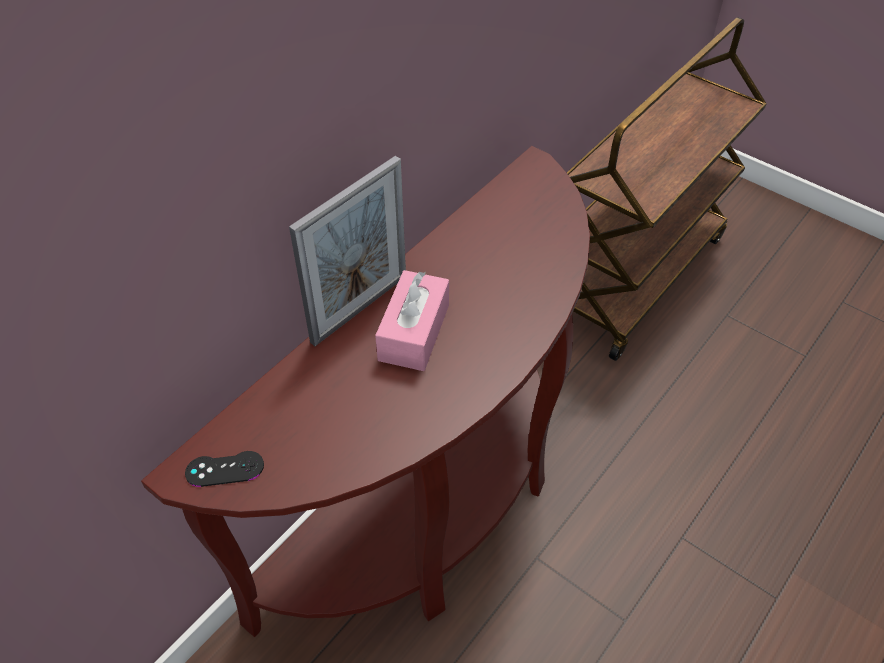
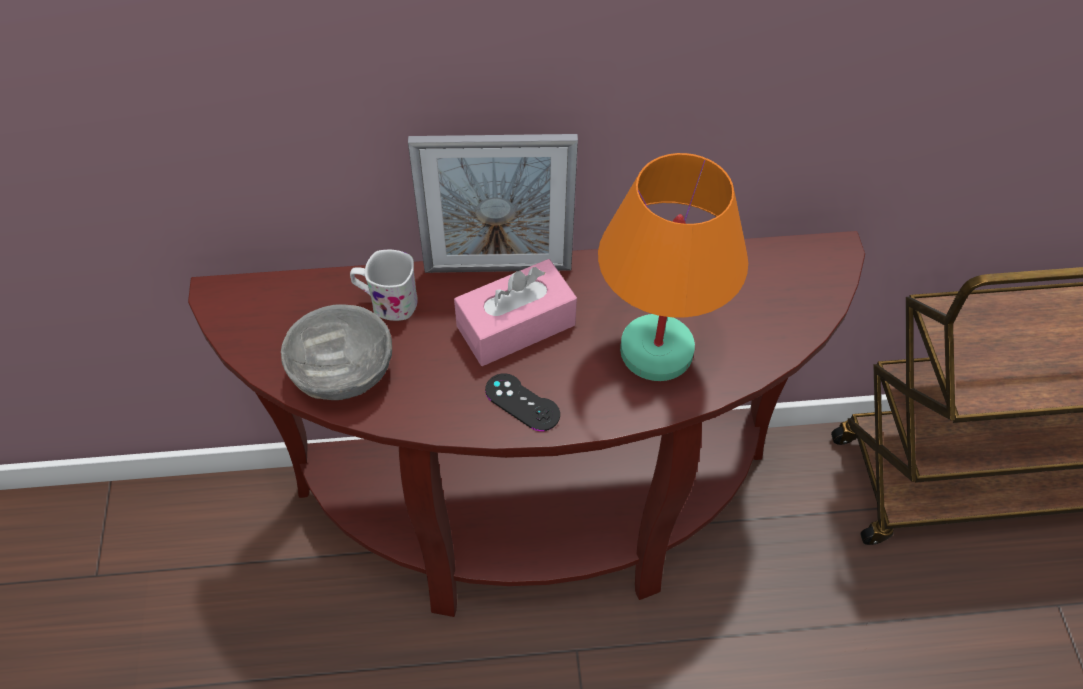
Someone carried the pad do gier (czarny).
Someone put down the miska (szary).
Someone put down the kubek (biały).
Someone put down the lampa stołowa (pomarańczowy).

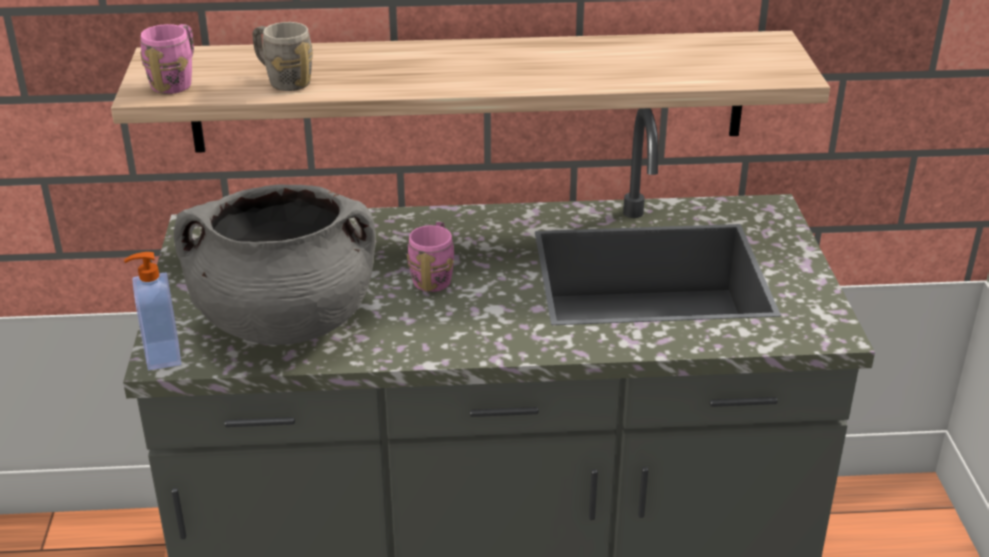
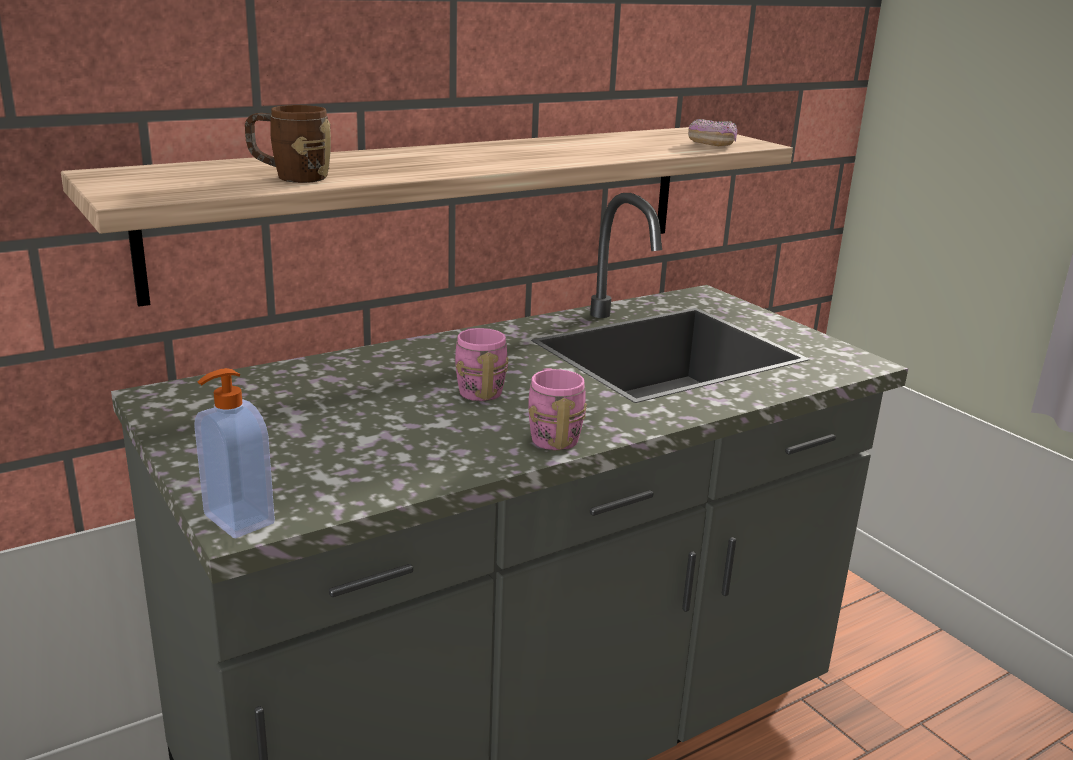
Someone carried the kubek (różowy) (1st from left in the first image).
Someone took away the garnek (szary).
Someone repainted the kubek (szary), which became the kubek (brązowy).
Someone put down the donut.

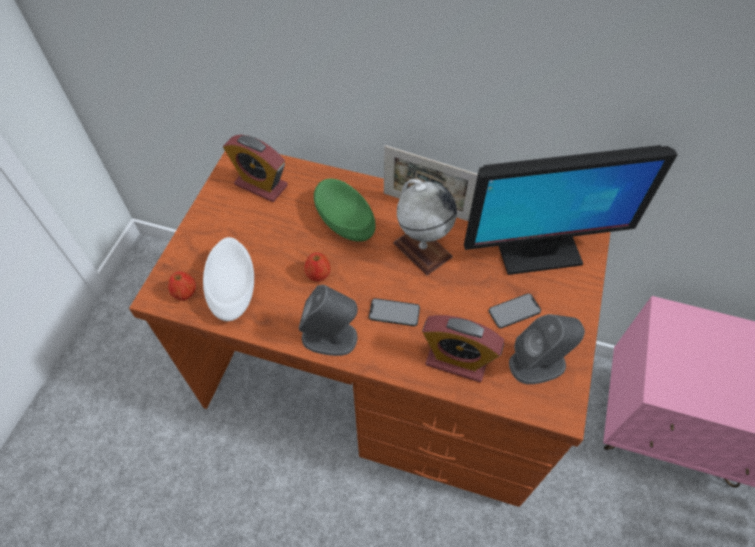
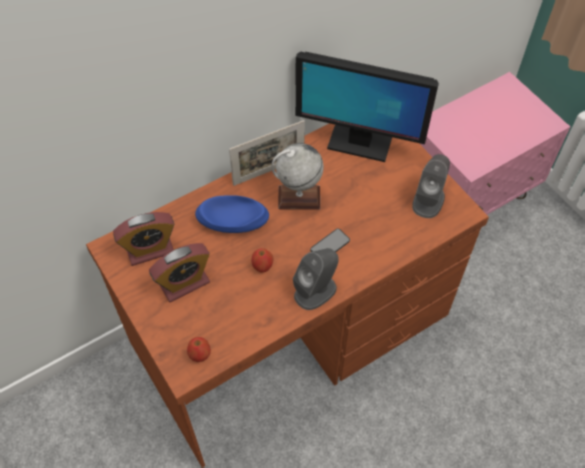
Someone took away the miska (biały).
Someone repainted the miska (zielony), which became the miska (niebieski).
Someone carried the budzik (2nd from left).
Someone rotated the monitor by 75 degrees clockwise.
Someone took away the telefon (2nd from left).

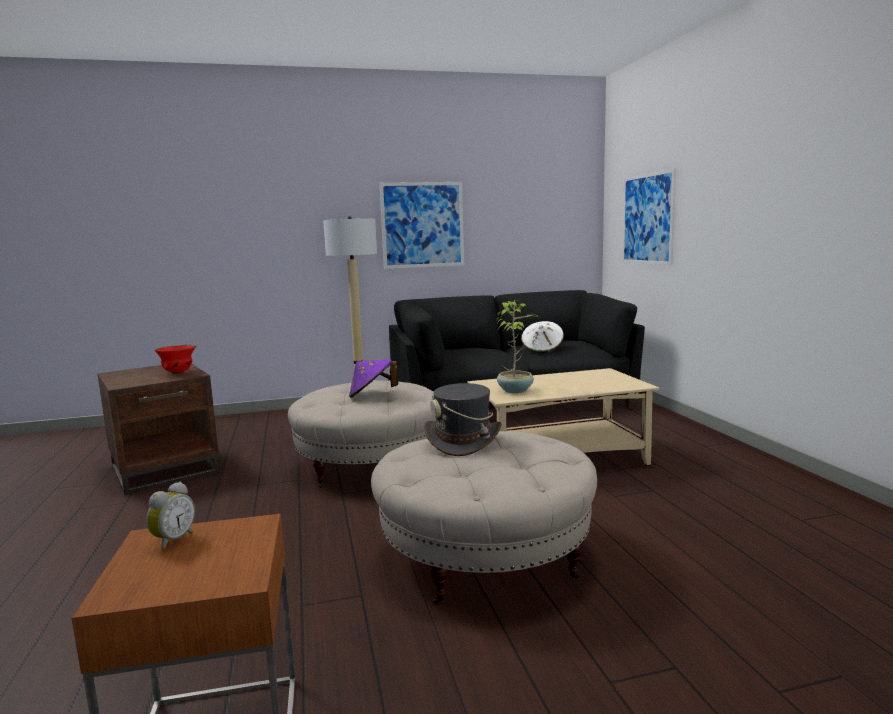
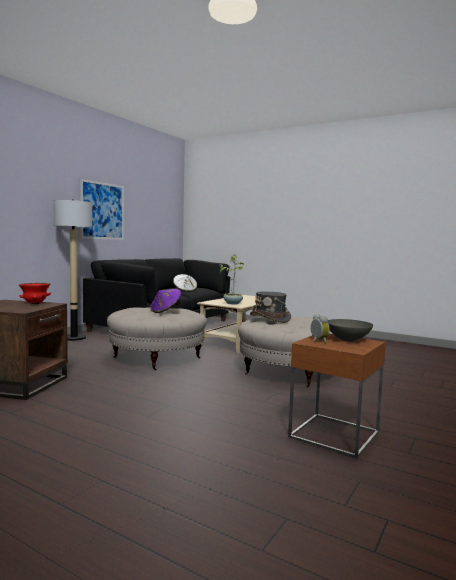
Someone took away the obraz (2nd from left).
Someone put down the miska (szary).

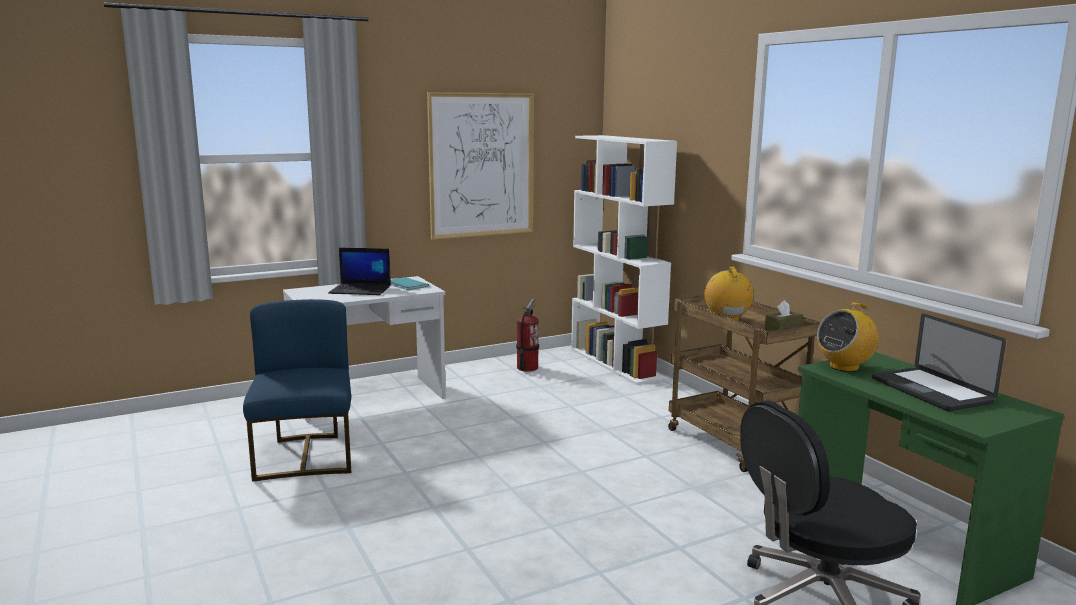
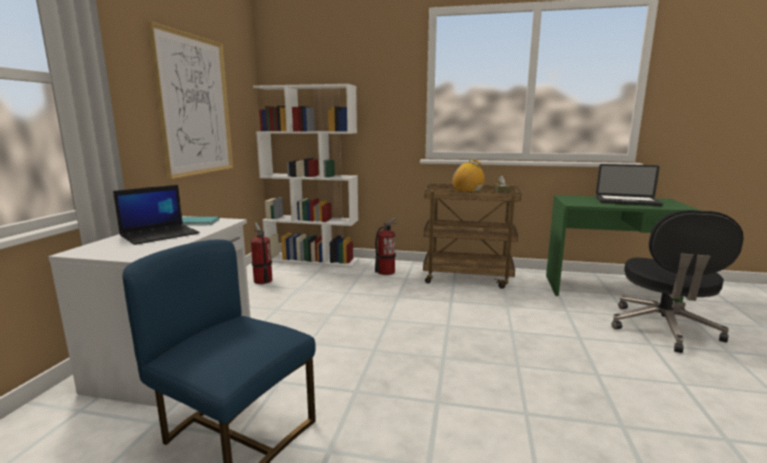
Someone took away the radio (2nd from left).
Someone put down the gaśnica (2nd from left).

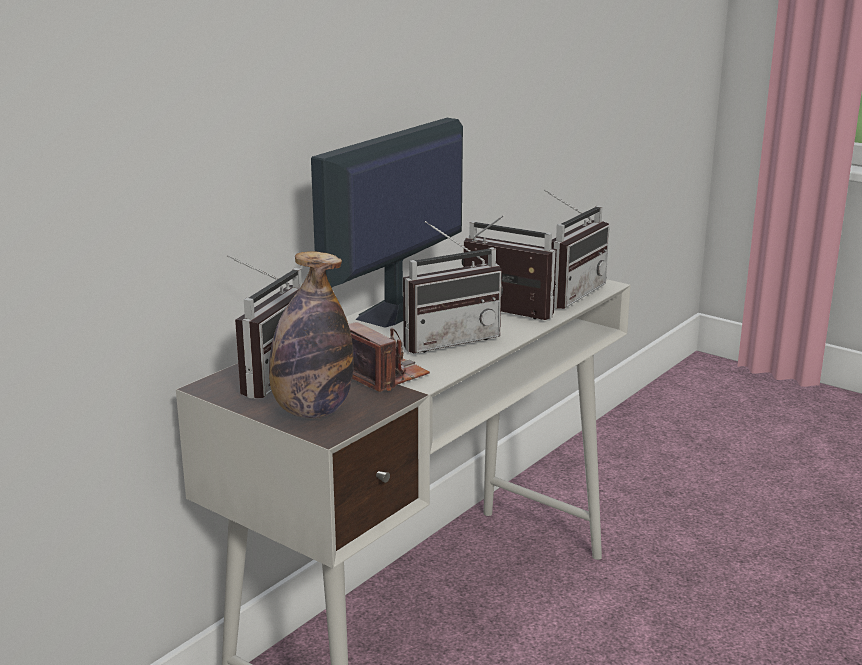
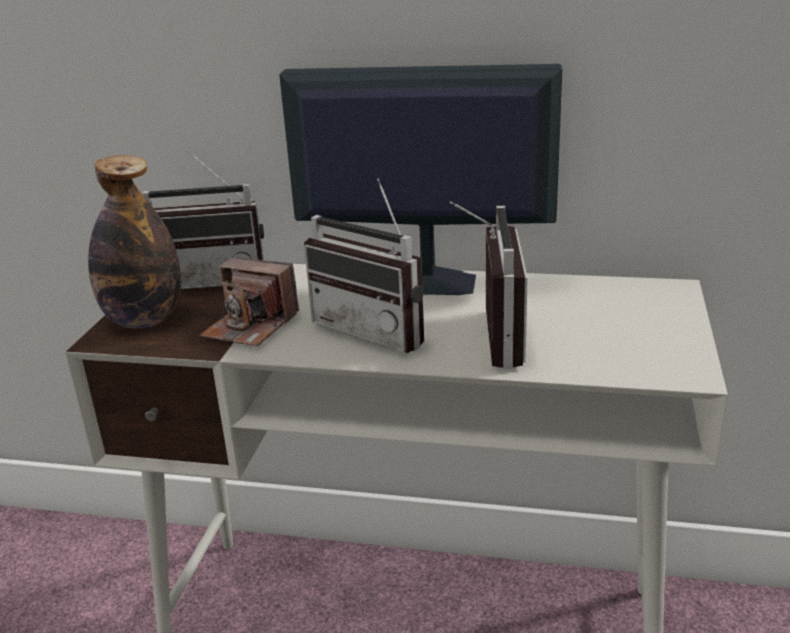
Someone rotated the aparat fotograficzny by 90 degrees clockwise.
Someone took away the radio (4th from left).

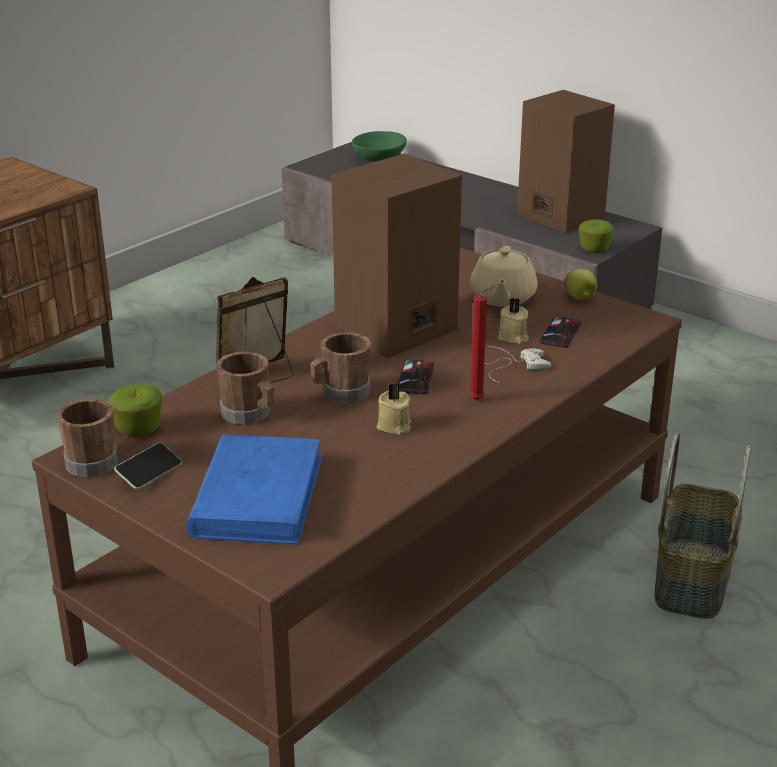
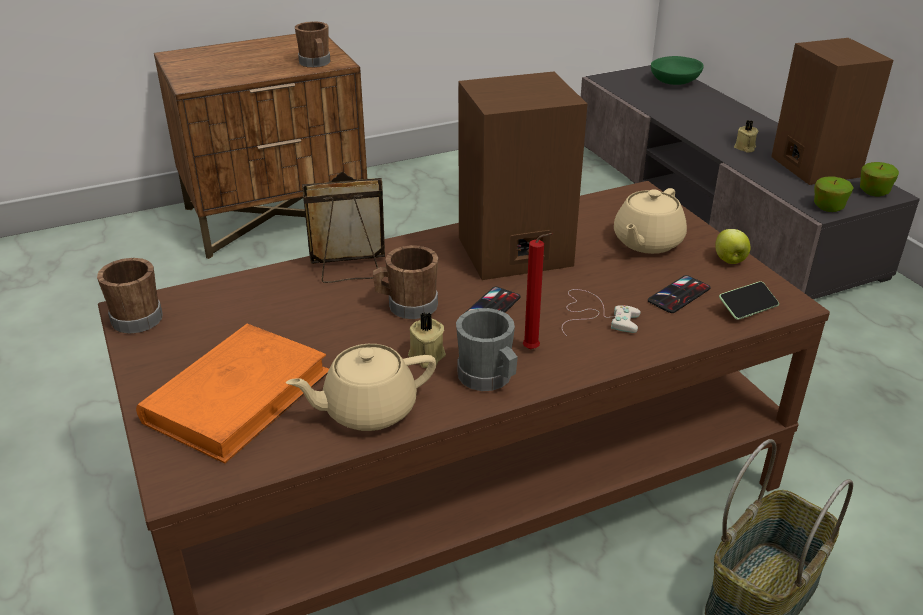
Someone carried the jabłko (1st from left in the first image).
Someone carried the telefon (1st from left in the first image).
Someone repainted the książka (niebieski), which became the książka (pomarańczowy).
Someone carried the kubek (brązowy) (2nd from left).
Someone carried the świeca (beżowy) (2nd from left).
Someone put down the imbryk (beżowy) (1st from left).
Someone put down the kubek (szary).

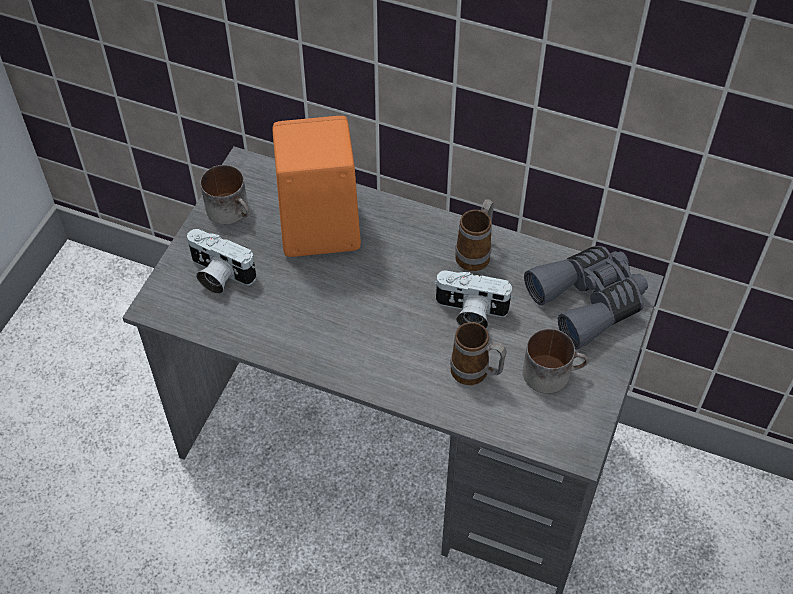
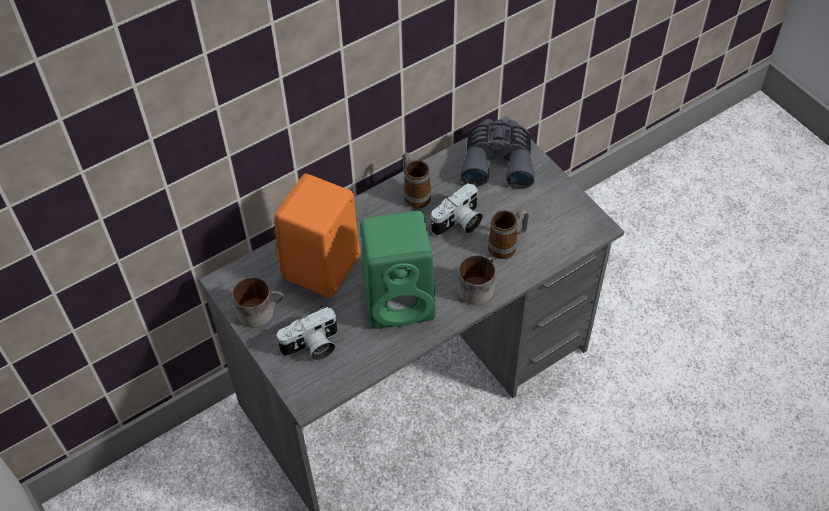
Someone carried the kubek (4th from left in the first image).
Someone put down the głośnik (zielony).

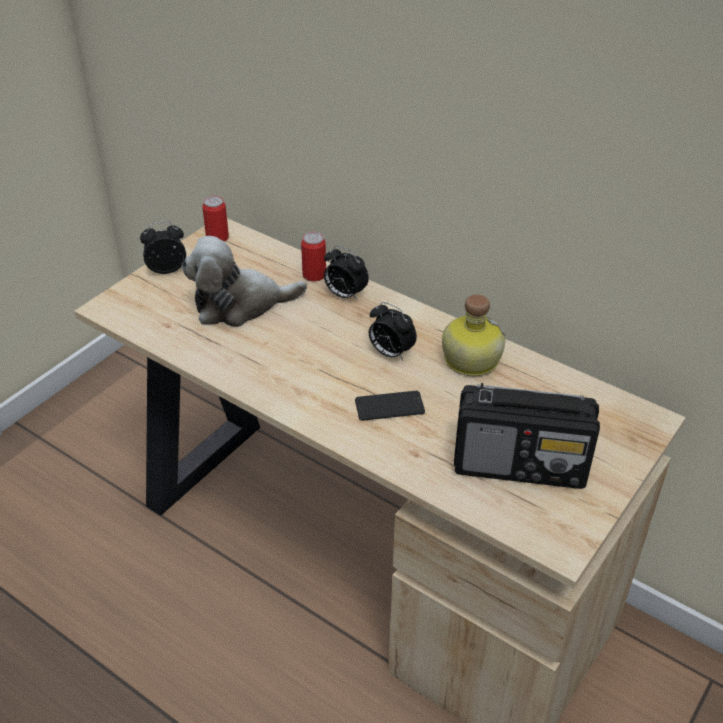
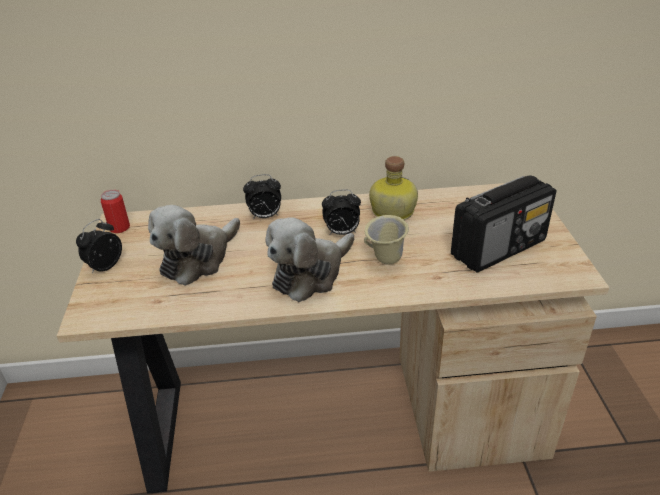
Someone took away the puszka (2nd from left).
Someone swapped the telefon for the kubek (beżowy).
Someone put down the pluszak (2nd from left).

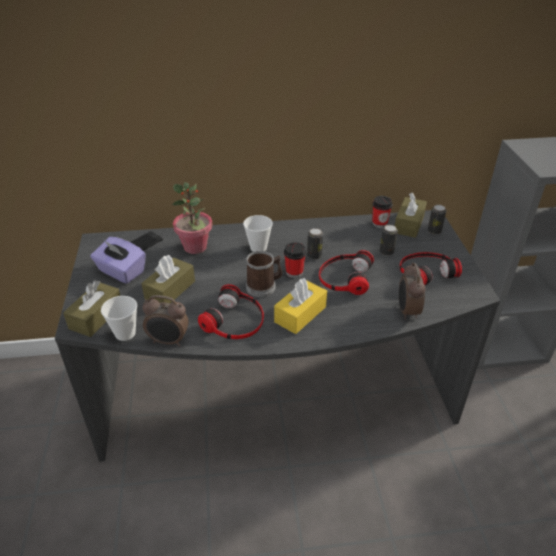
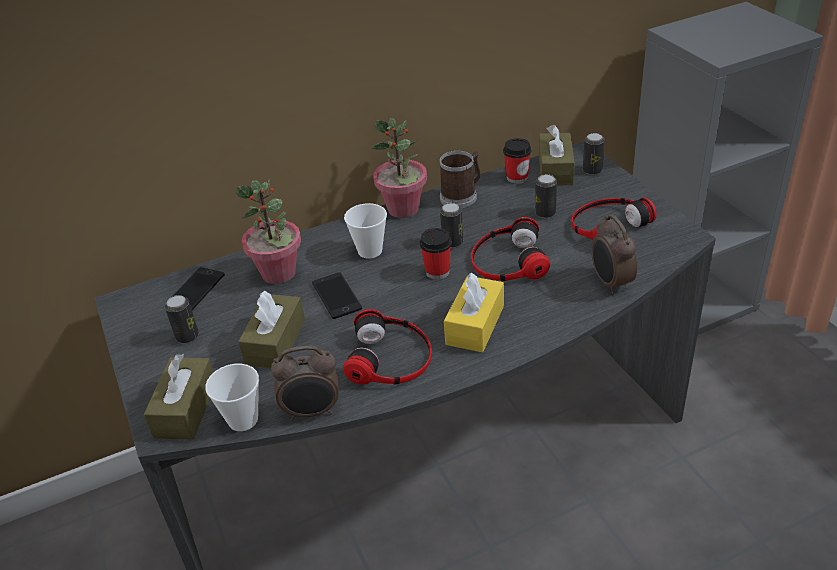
Someone swapped the pudełko chusteczek (fioletowy) for the puszka (1st from left).
Someone carried the kubek.
Someone put down the telefon (2nd from left).
Someone put down the roślina doniczkowa (2nd from left).

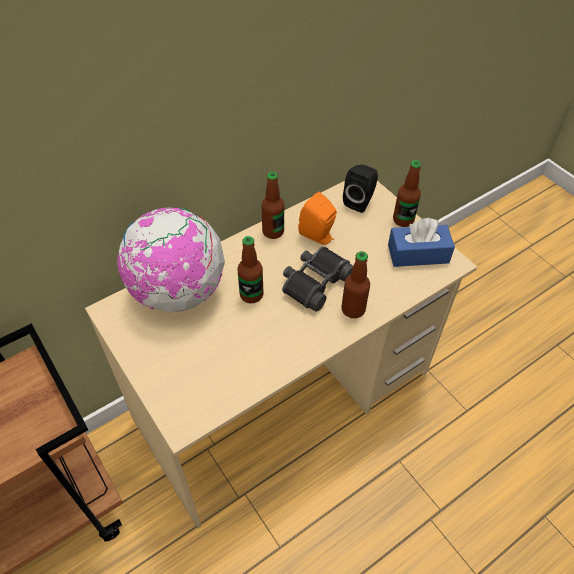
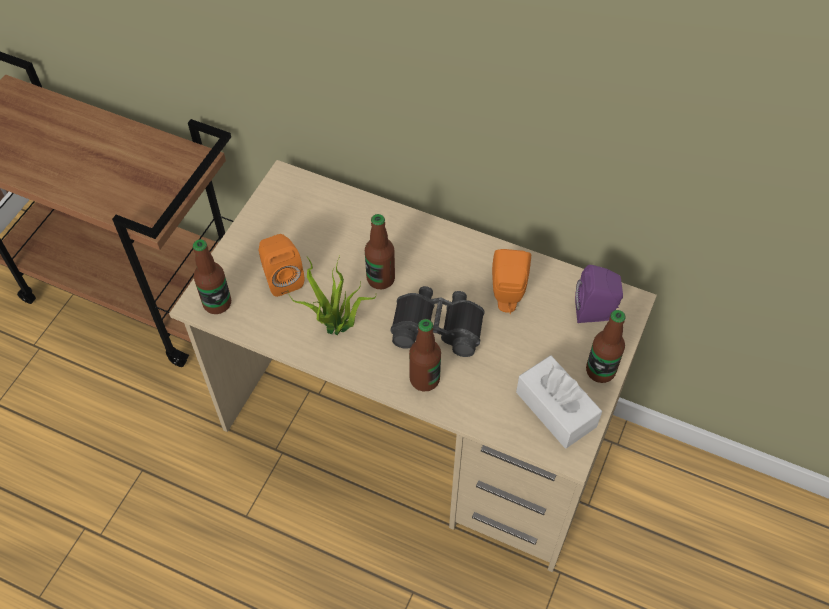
Someone took away the globus.
Someone carried the butelka (2nd from left in the first image).
Someone repainted the głośnik (czarny), which became the głośnik (fioletowy).
Someone repainted the pudełko chusteczek (niebieski), which became the pudełko chusteczek (biały).
Someone put down the głośnik (pomarańczowy) (1st from left).
Someone put down the roślina doniczkowa.

